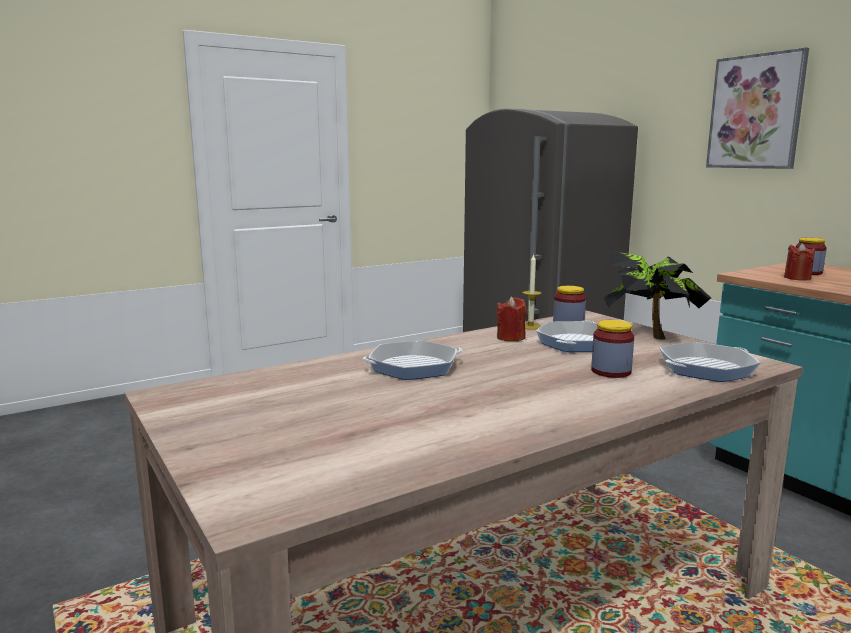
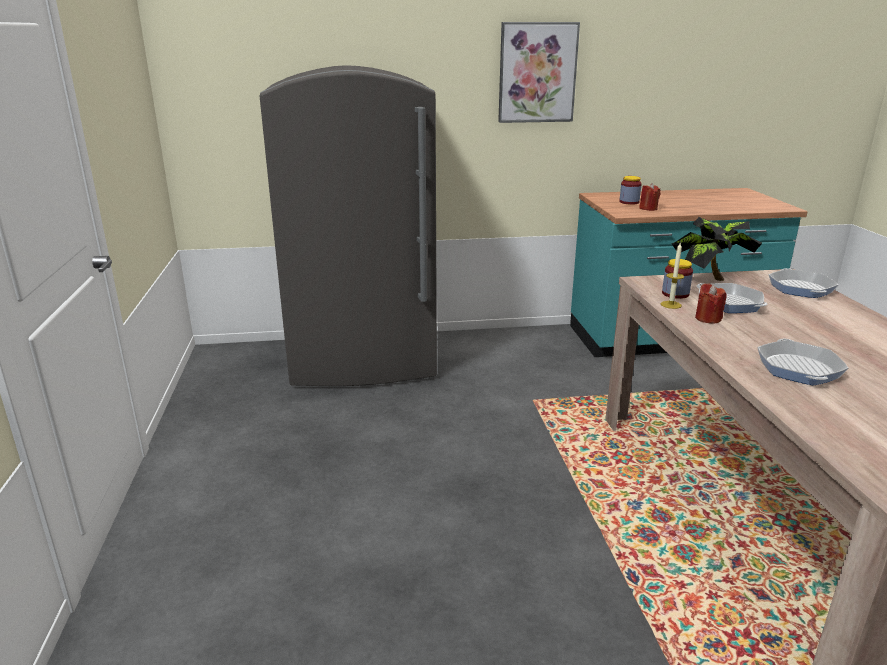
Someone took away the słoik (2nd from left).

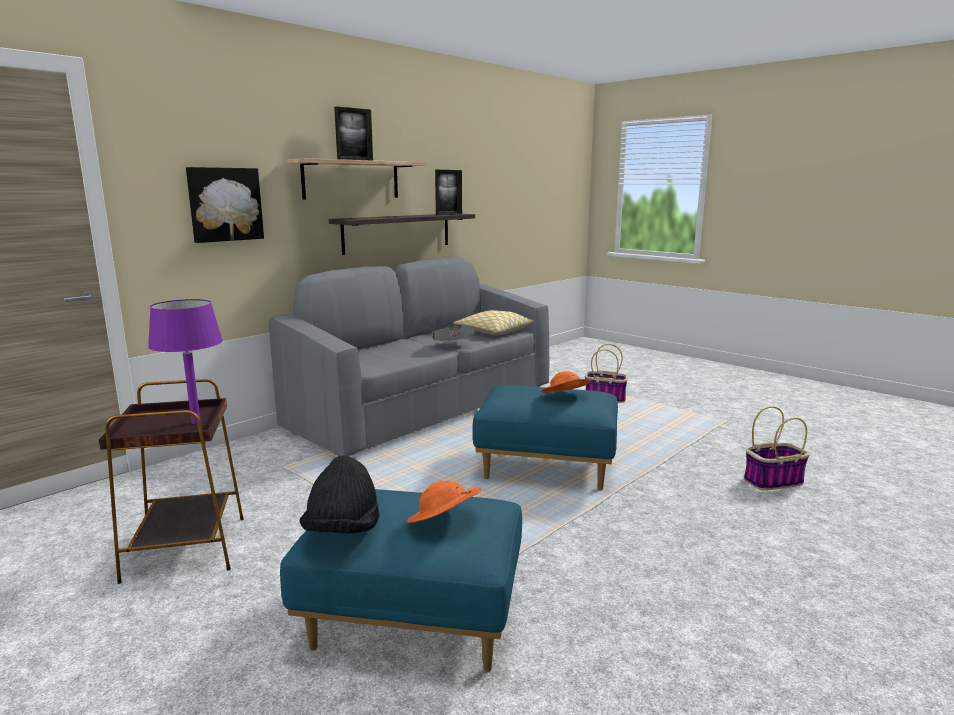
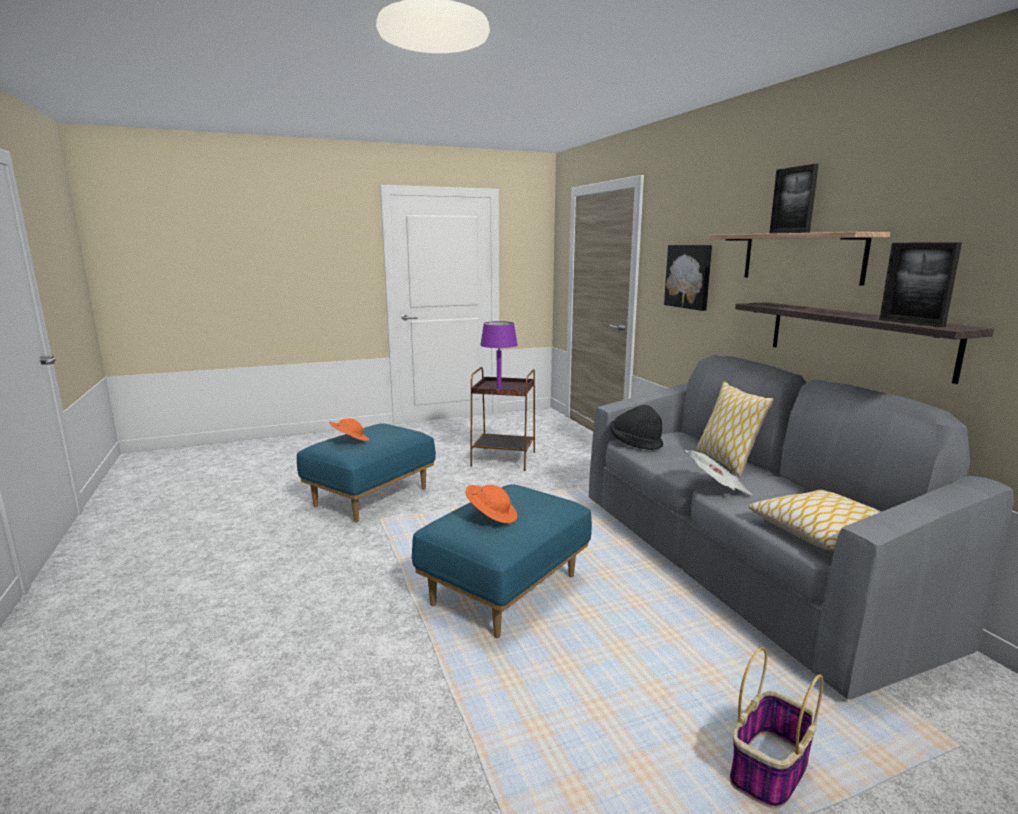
Someone carried the kapelusz (czarny).
Someone took away the koszyk (2nd from left).
Someone put down the poduszka (1st from left).

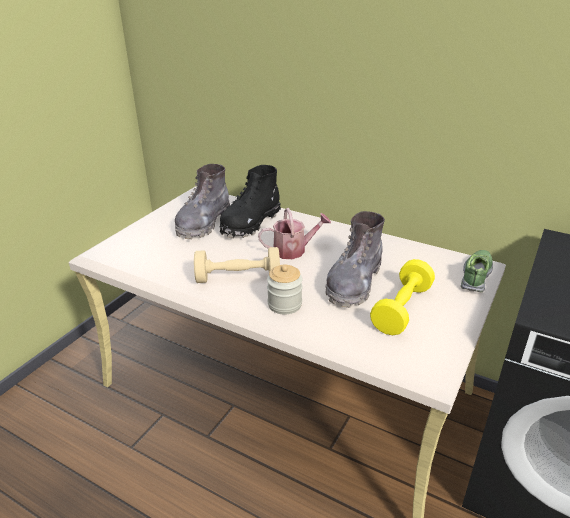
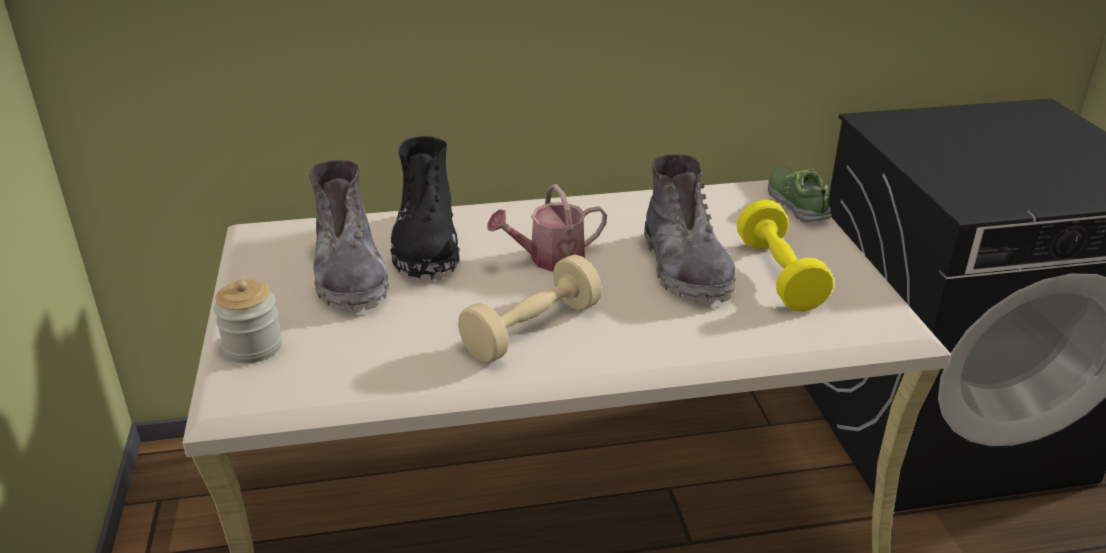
Someone rotated the konewka by 150 degrees counterclockwise.
Someone carried the słoik.

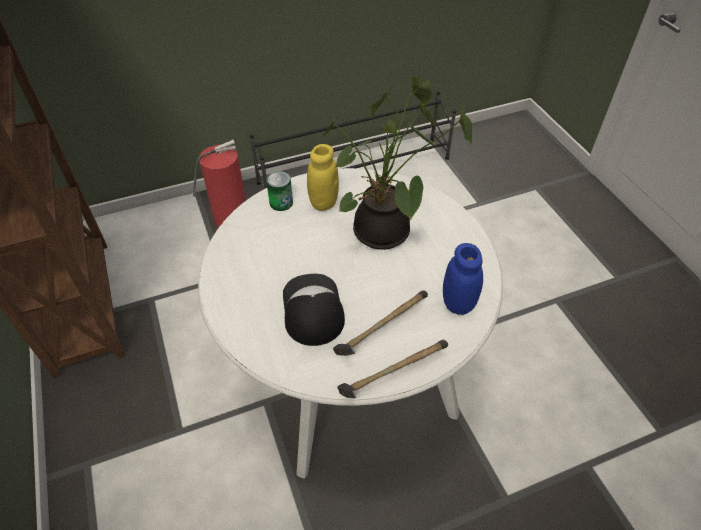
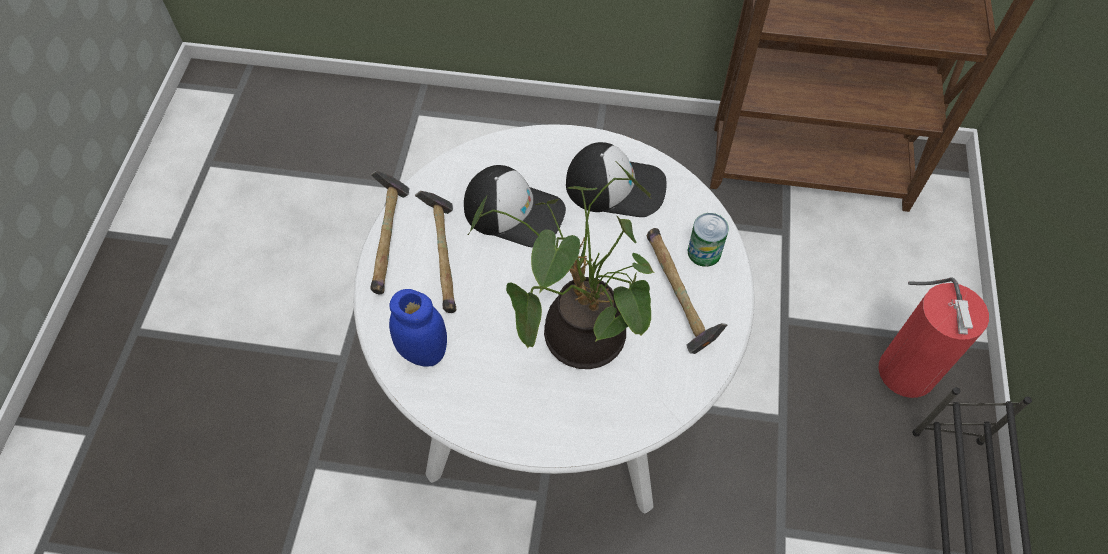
Someone swapped the słoik (żółty) for the młotek (3rd from left).
Someone put down the czapka z daszkiem (2nd from left).

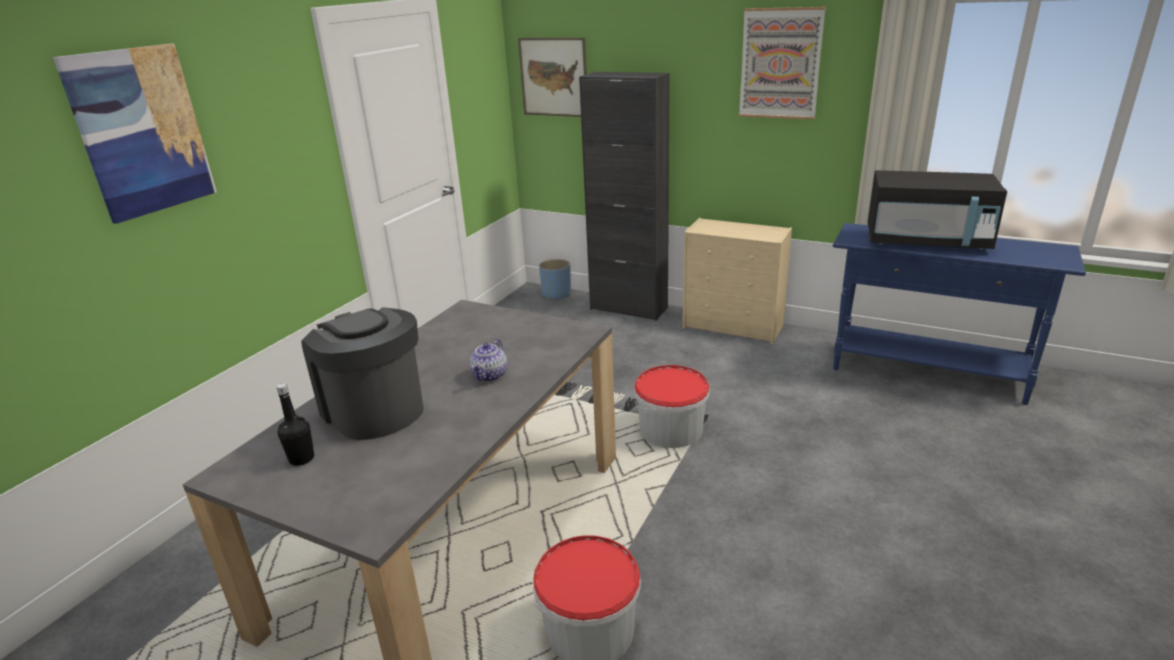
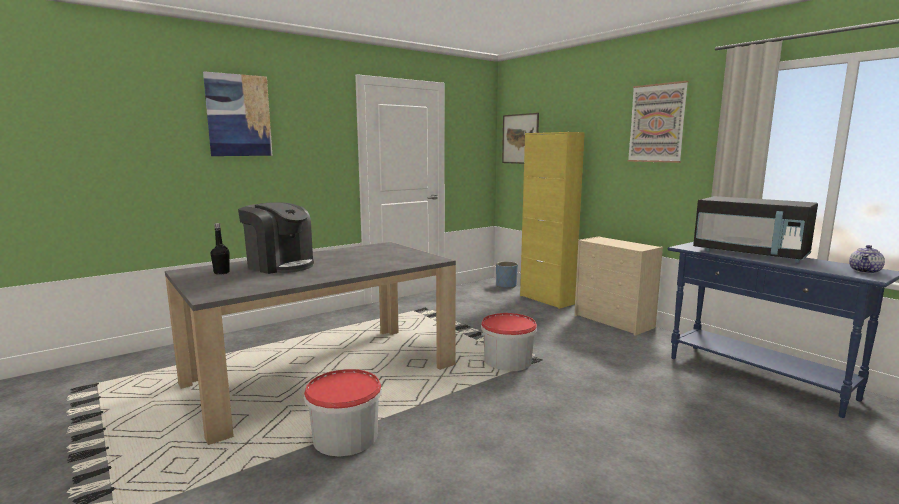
Someone rotated the ekspres do kawy by 135 degrees clockwise.
Someone carried the imbryk.
Someone repainted the szafka (czarny), which became the szafka (żółty).

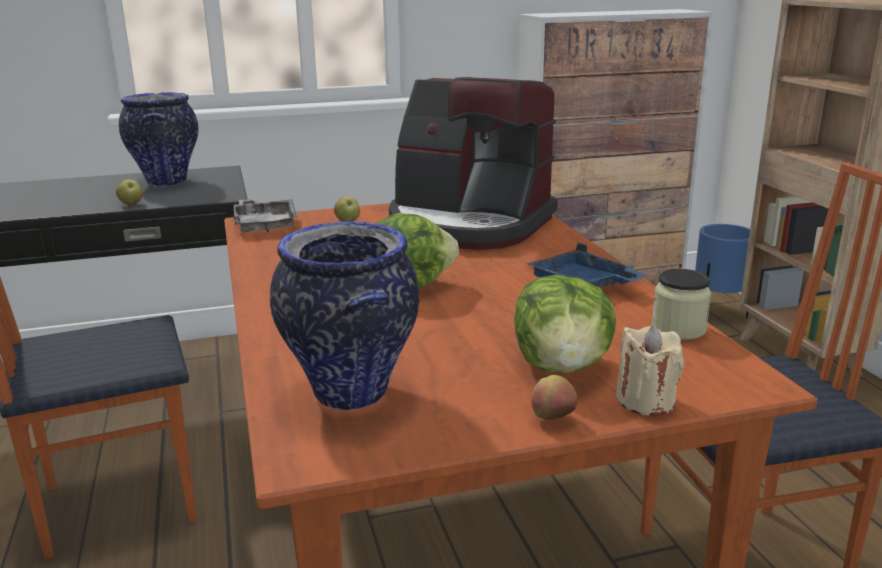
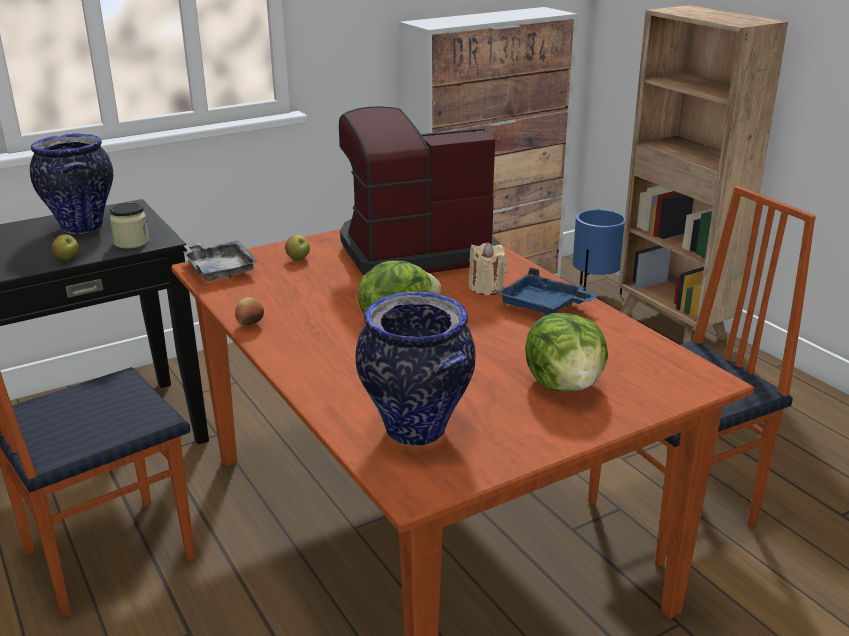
Someone rotated the ekspres do kawy by 150 degrees clockwise.
Someone carried the jabłko (3rd from left in the first image).
Someone carried the świeca (beżowy).
Someone carried the słoik.

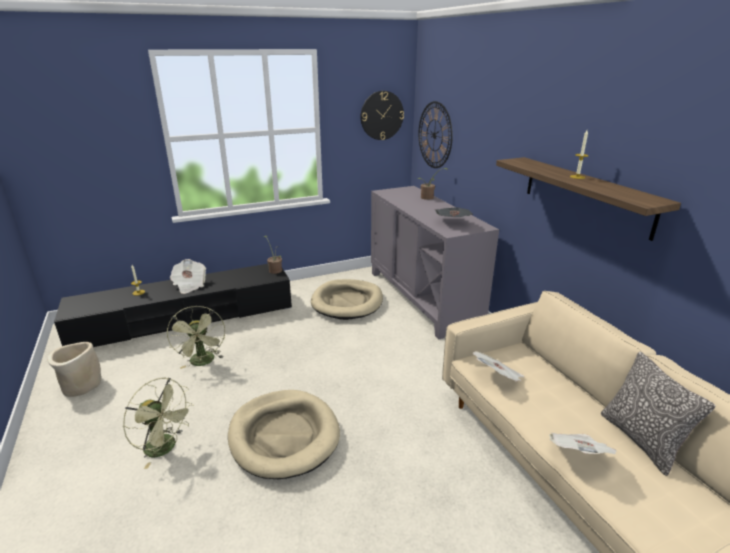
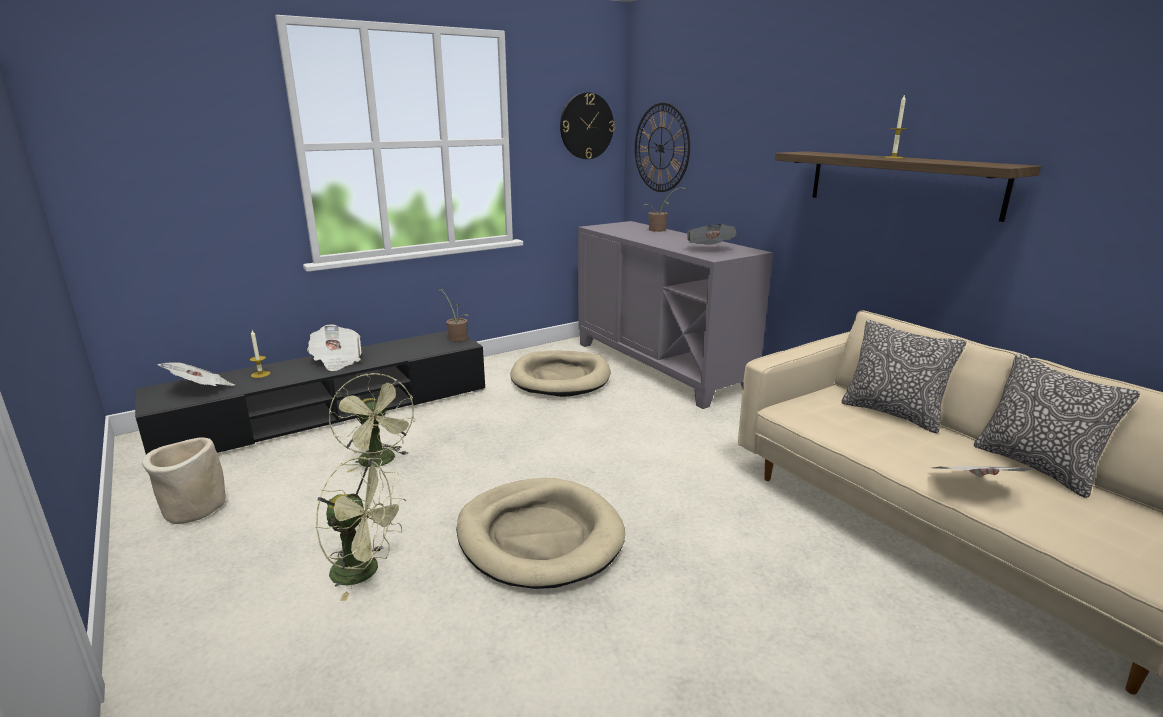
Someone carried the gazeta (3rd from left in the first image).
Someone put down the poduszka (1st from left).

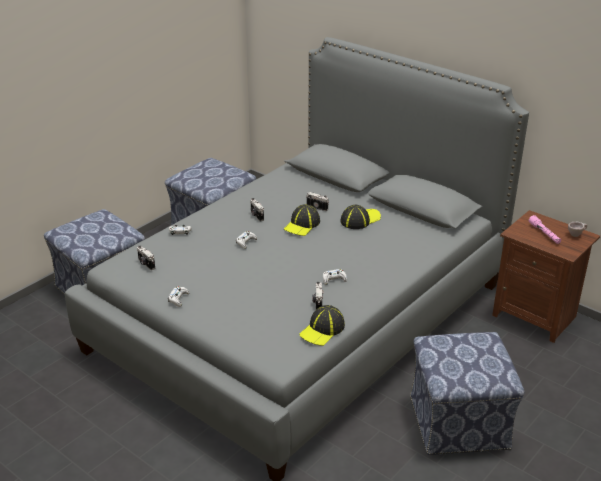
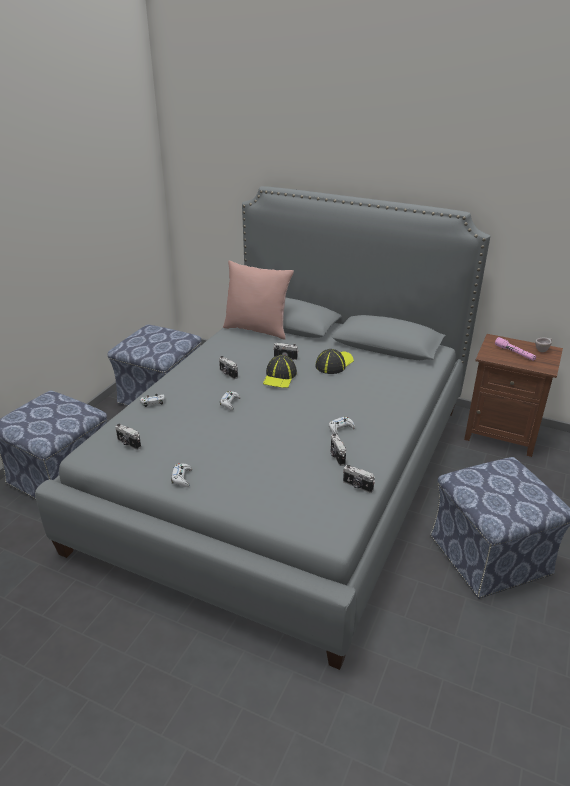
Someone swapped the czapka z daszkiem (2nd from left) for the aparat fotograficzny (5th from left).
Someone put down the poduszka (różowy).

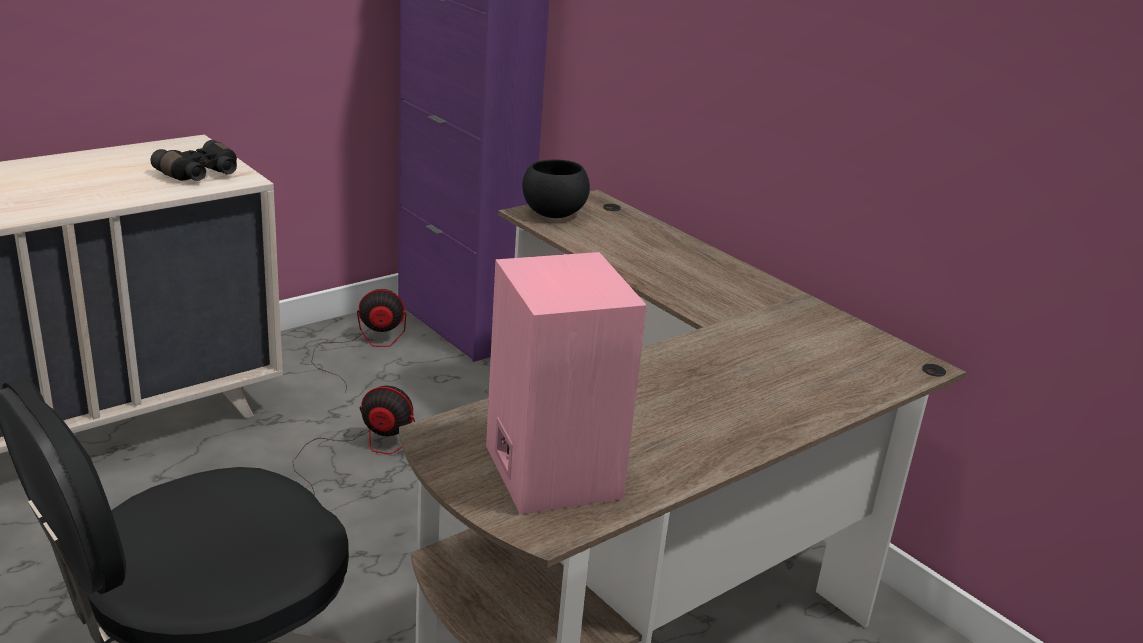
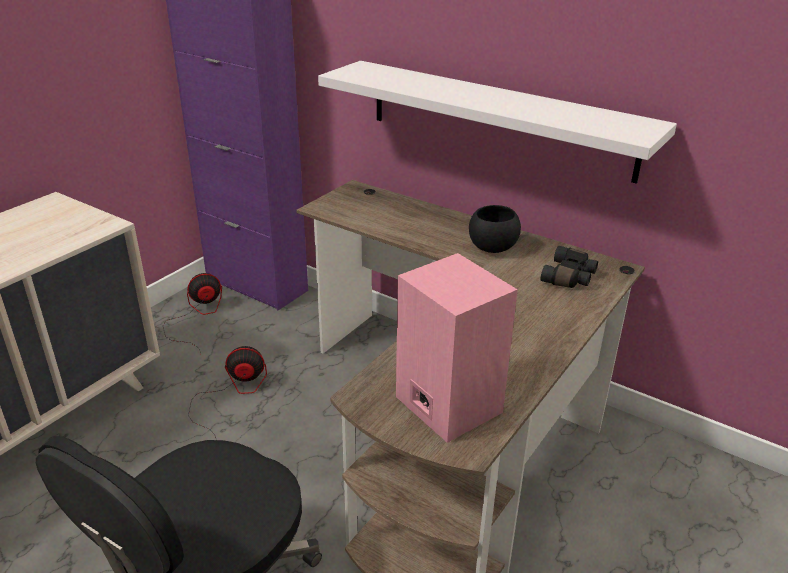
Someone carried the lornetka (czarny).
Someone carried the miska (czarny).
Someone put up the półka (biały).

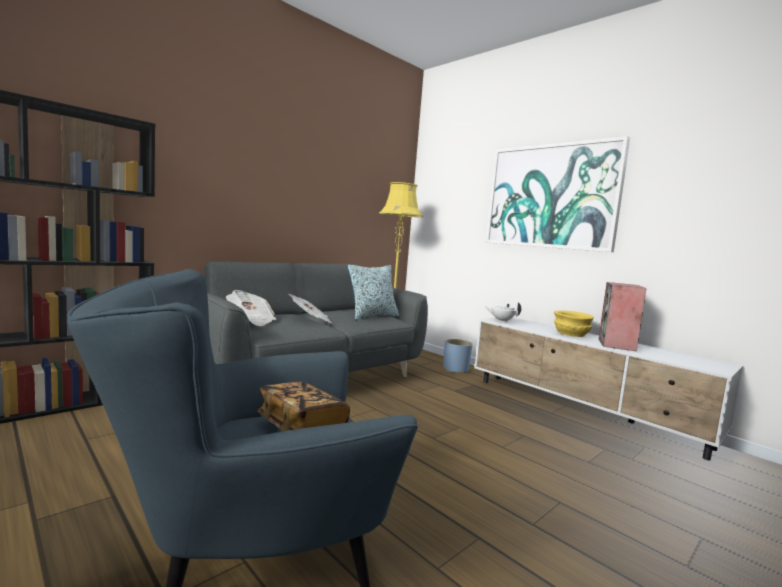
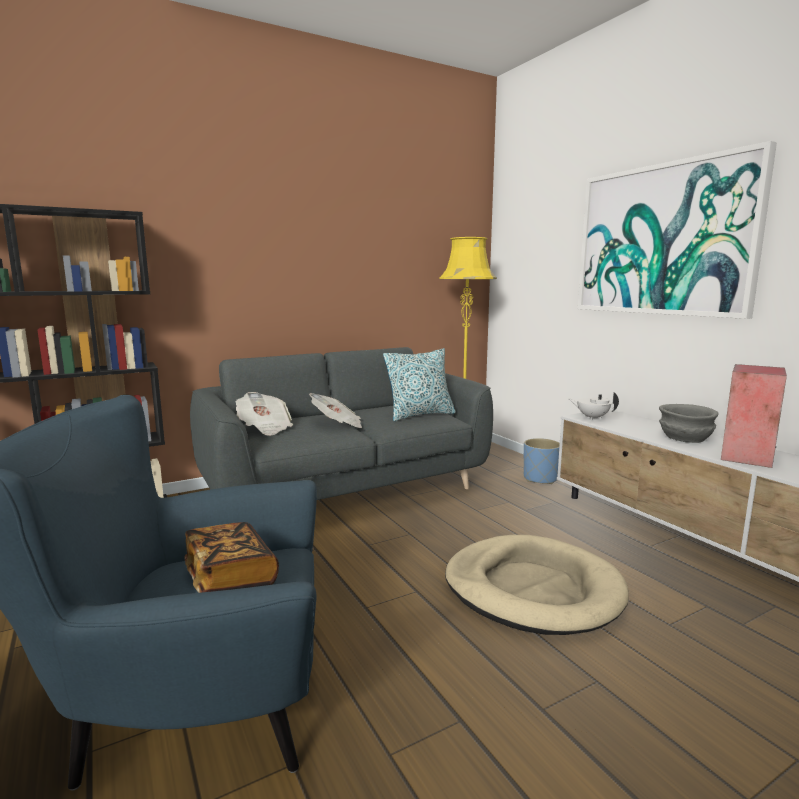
Someone repainted the miska (żółty), which became the miska (szary).
Someone put down the legowisko (beżowy).

